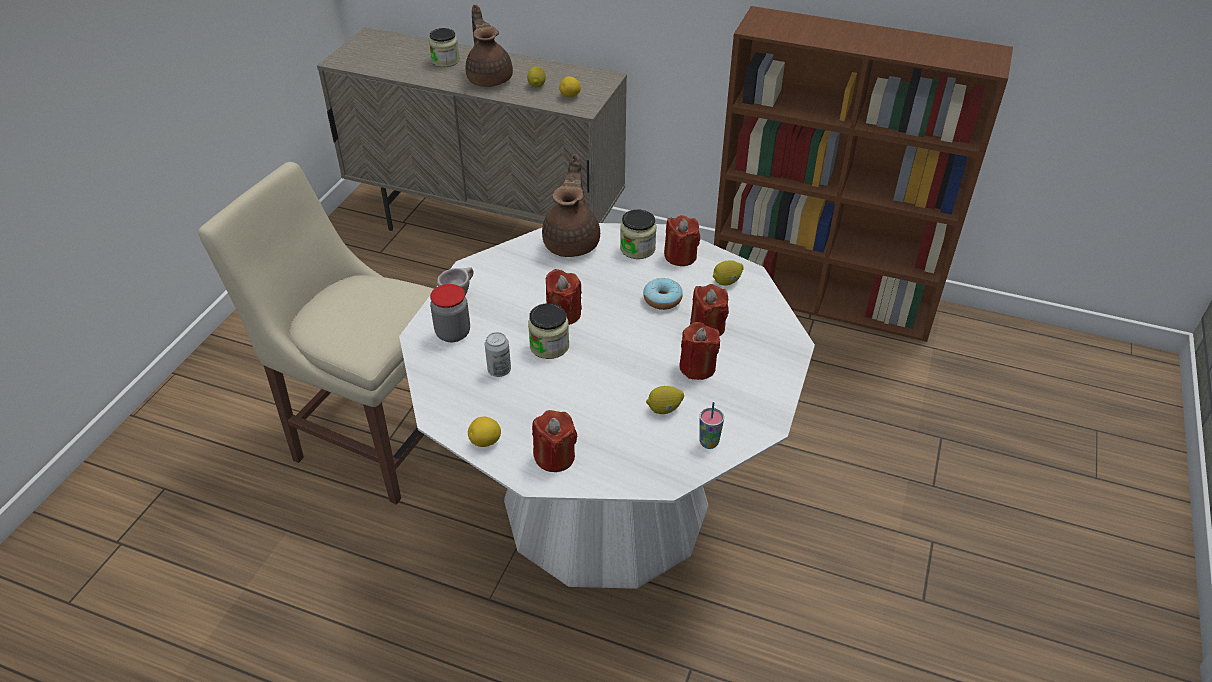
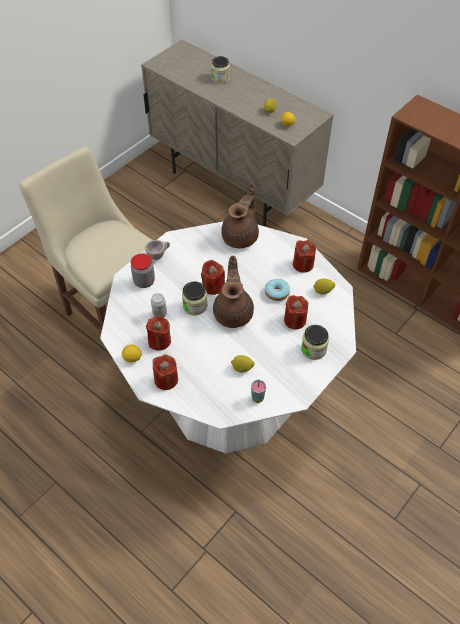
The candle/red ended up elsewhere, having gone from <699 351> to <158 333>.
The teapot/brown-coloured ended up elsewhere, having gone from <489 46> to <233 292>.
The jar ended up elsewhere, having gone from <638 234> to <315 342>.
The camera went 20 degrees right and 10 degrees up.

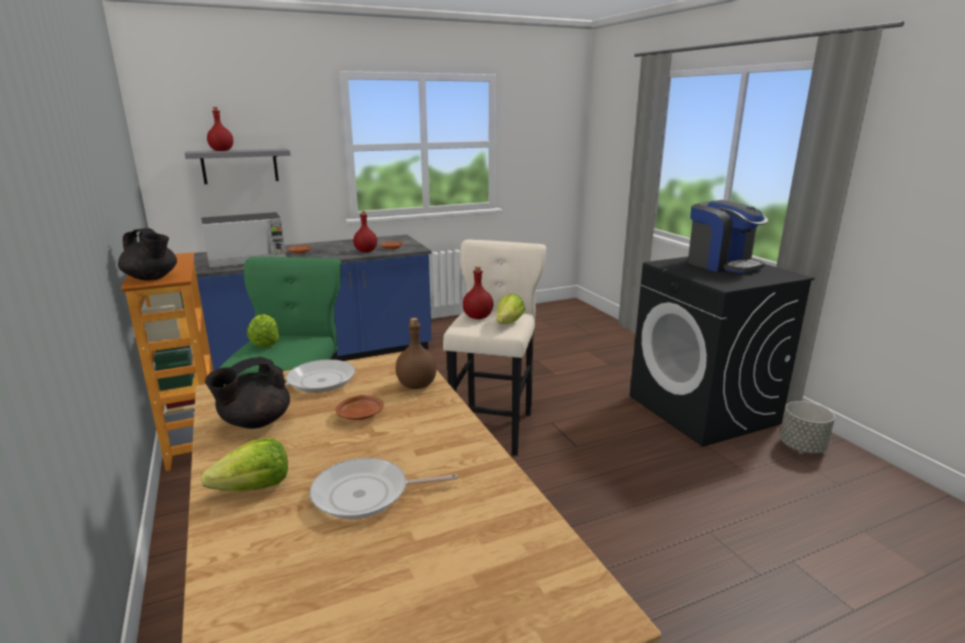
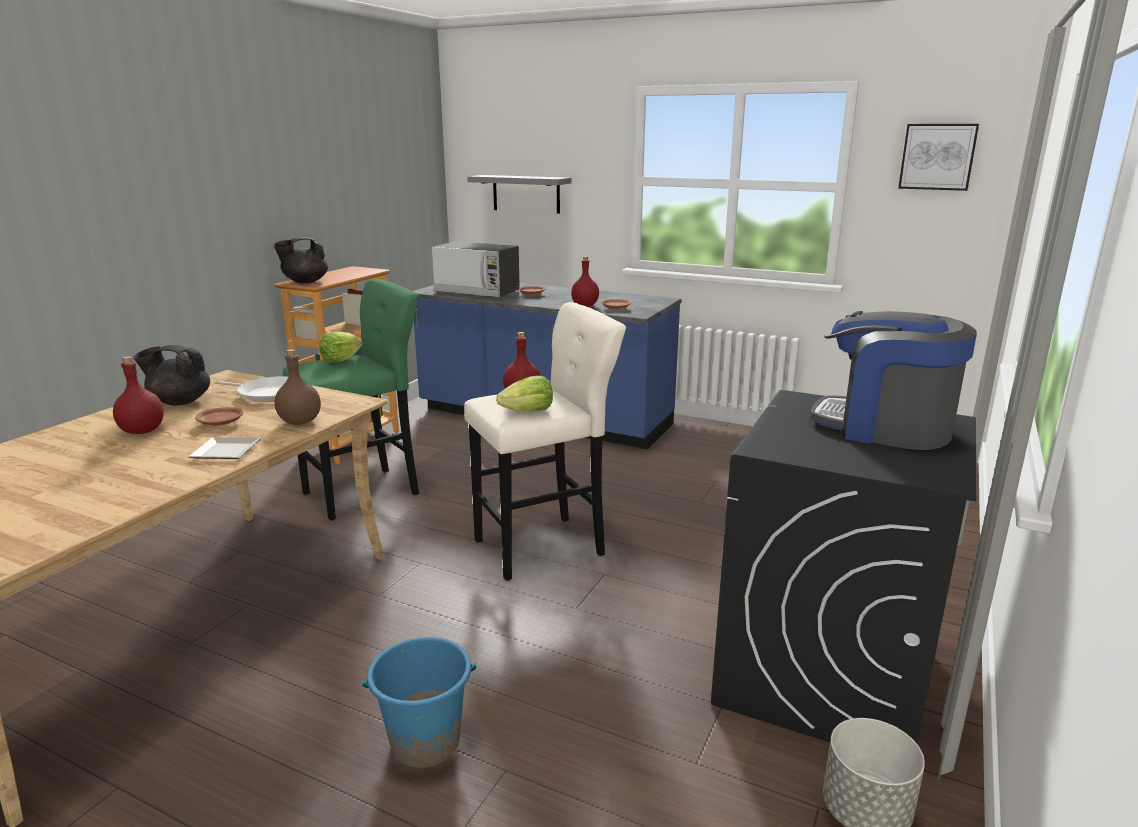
The drink bottle/red ended up elsewhere, having gone from <220 129> to <138 395>.
The second view gained the flat dish at <225 448>.
The teapot/black-coloured at <147 254> ended up facing another way, 60 degrees clockwise from before.
The second view gained the bucket/blue-coloured at <419 702>.
The coffee brewer at <728 236> ended up facing another way, 105 degrees clockwise from before.
The second view gained the wall art at <938 157>.
The second view lost the lettuce at <244 464>.
The second view lost the skillet at <384 489>.
The camera went 50 degrees right and 0 degrees up.

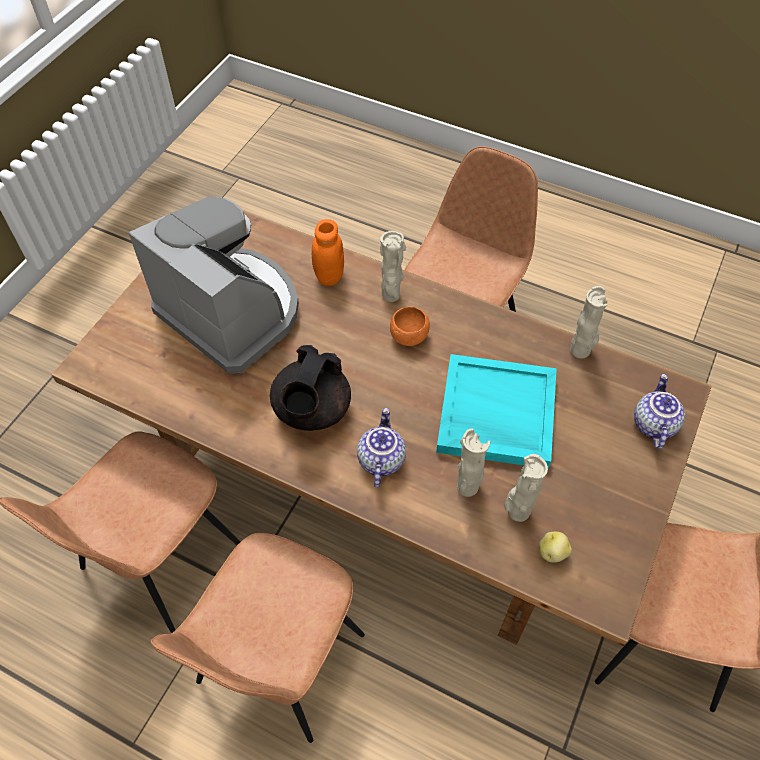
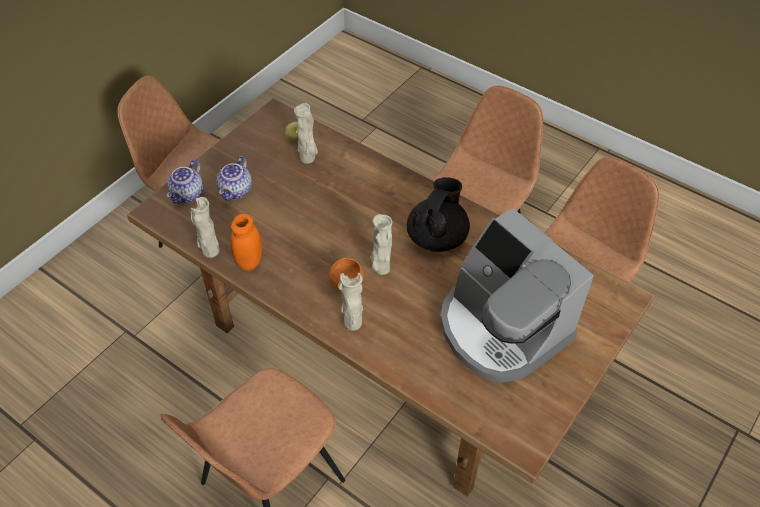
The teapot ended up elsewhere, having gone from <381 447> to <234 178>.
The jar/orange-coloured ended up elsewhere, having gone from <328 252> to <246 242>.
The decorative vase/sand-coloured ended up elsewhere, having gone from <473 462> to <382 244>.
The second view lost the carrying tray/turquoise-coloured at <496 411>.
The camera went 170 degrees left and 5 degrees down.

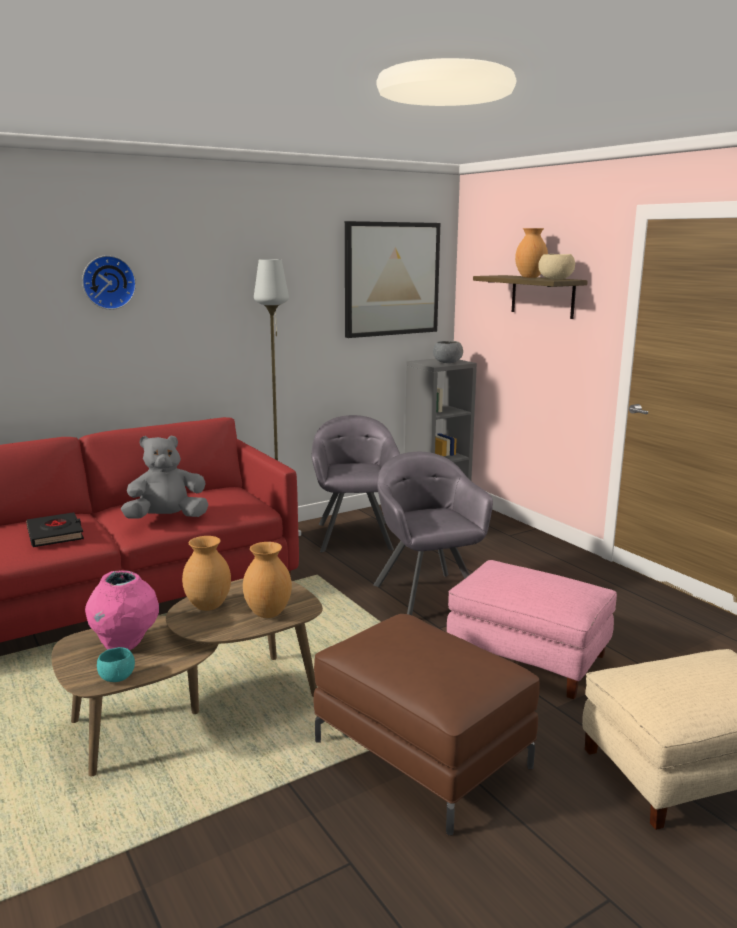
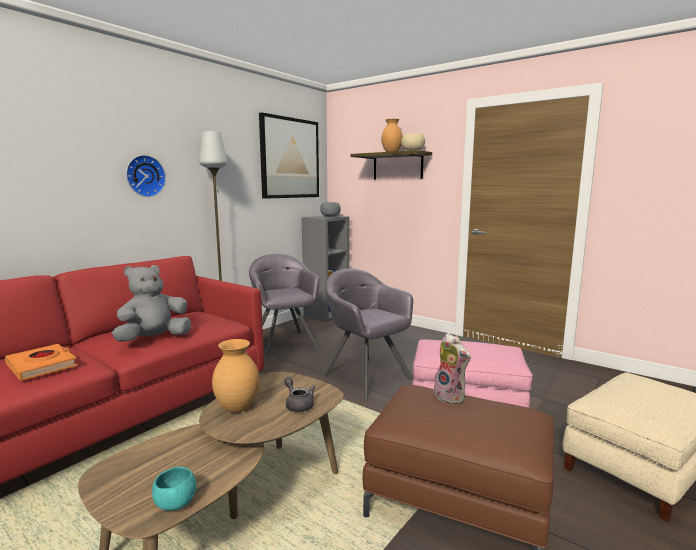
What was the bound book/black-coloured at <55 529> turned into the bound book/orange-coloured at <41 362>.
The wall clock ended up elsewhere, having gone from <109 282> to <146 176>.
Where the decorative vase/brown-coloured stood at <267 580>, the teapot/grey came to stand at <300 394>.
The second view gained the plush toy at <452 368>.
The second view lost the decorative vase/pink-coloured at <122 610>.
The camera went 20 degrees left and 5 degrees down.

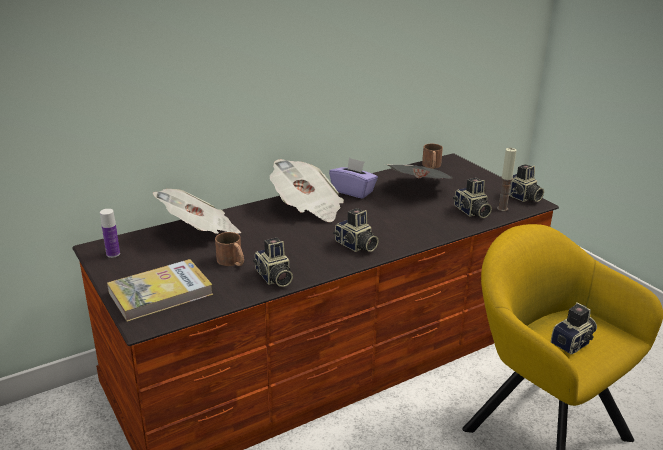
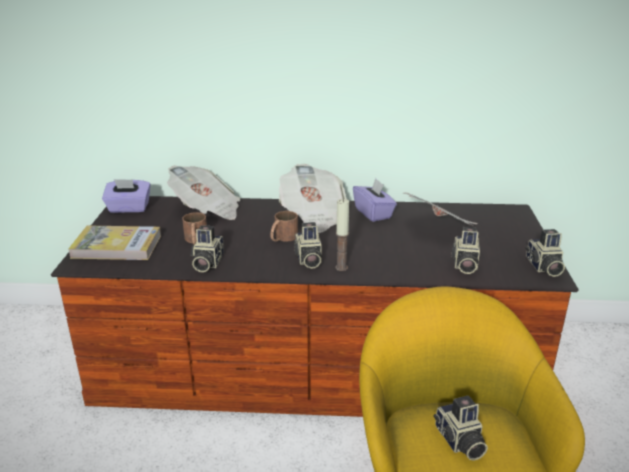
Where the drink bottle stood at <110 233>, the tissue holder/purple-coloured came to stand at <126 196>.
The coffee mug/brown-coloured ended up elsewhere, having gone from <432 156> to <284 226>.
The candle ended up elsewhere, having gone from <507 179> to <342 235>.
The photo camera at <574 328> ended up facing another way, 75 degrees clockwise from before.
The camera went 35 degrees right and 0 degrees up.

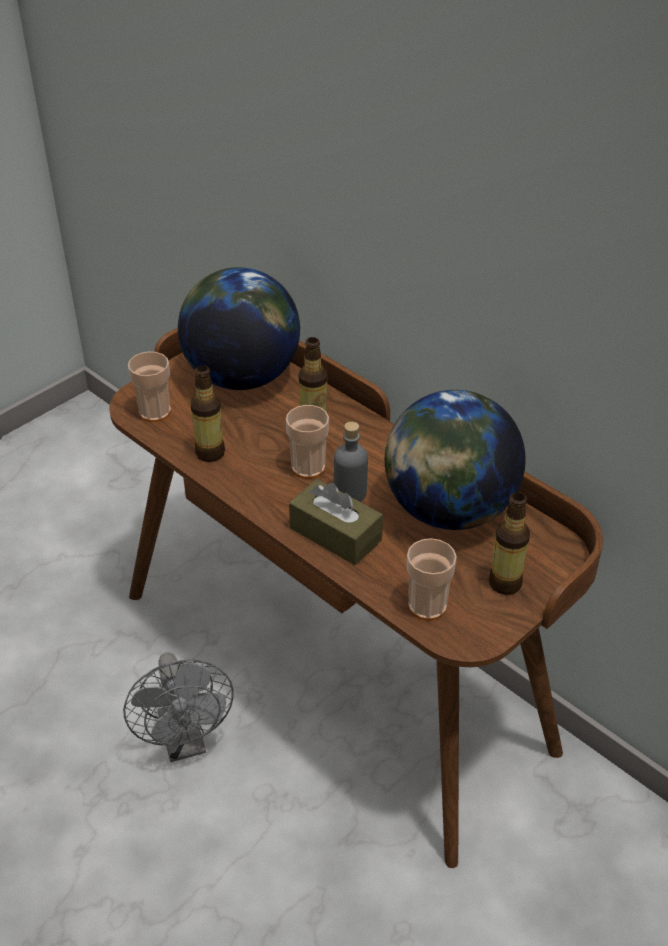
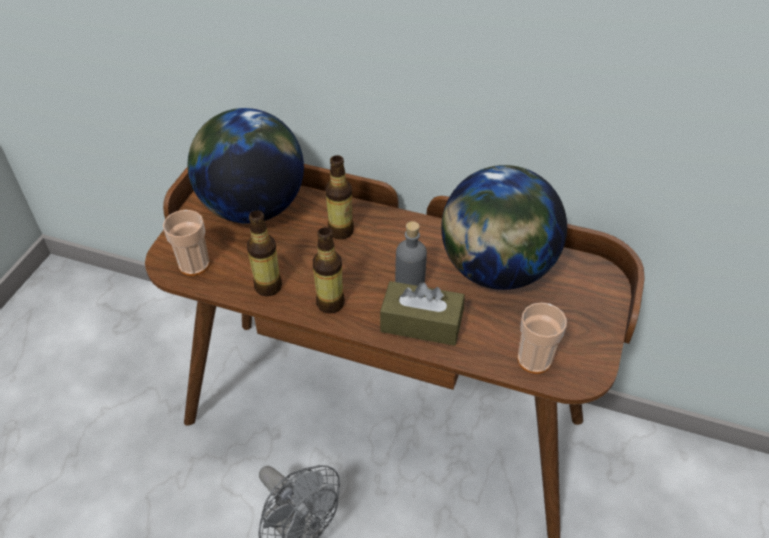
The drink bottle ended up elsewhere, having gone from <509 543> to <329 270>.
The second view lost the drinking cup at <307 442>.
The camera went 25 degrees left and 5 degrees up.

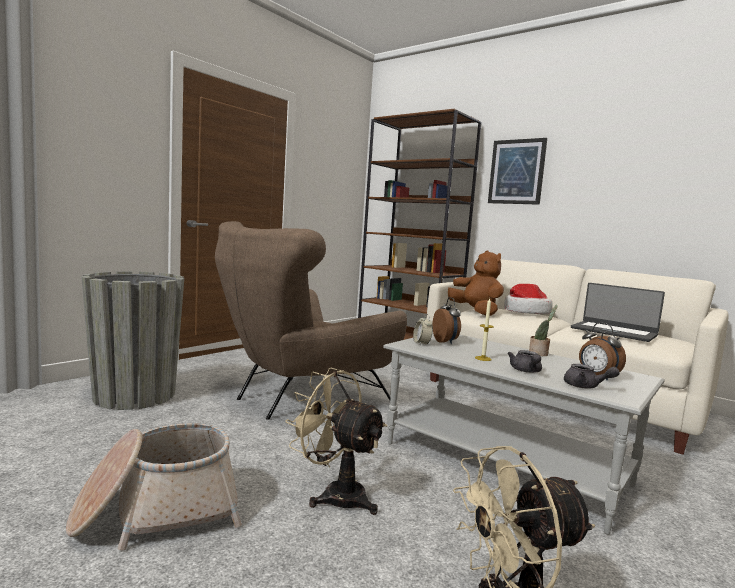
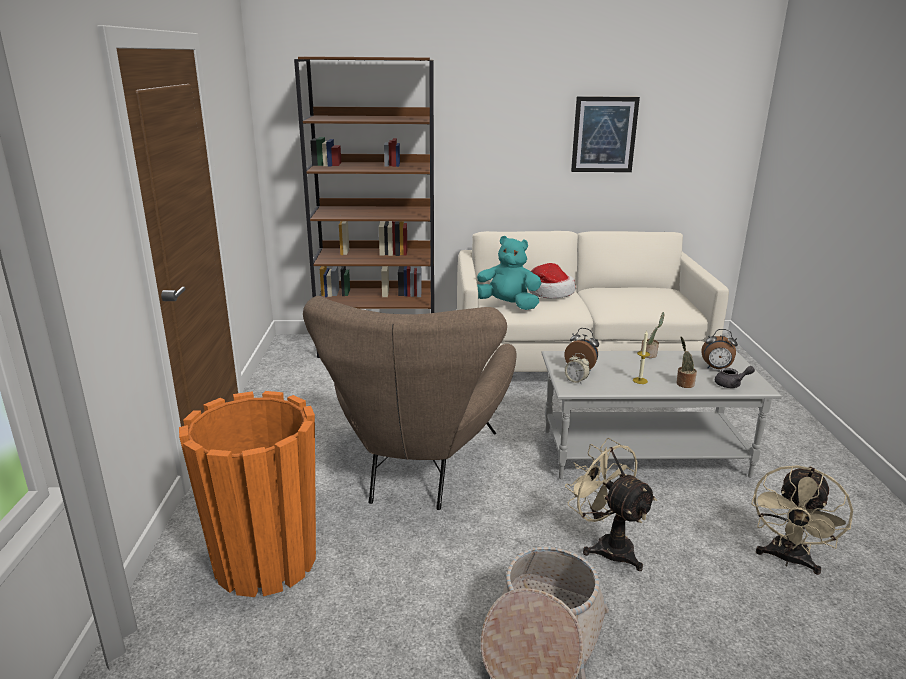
What was the plant pot/grey at <132 340> turned into the plant pot/orange-coloured at <247 494>.
What was the plush toy/brown-coloured at <476 283> turned into the plush toy/turquoise-coloured at <509 273>.
The cooling fan/sand-coloured at <336 441> ended up facing another way, 60 degrees clockwise from before.
The wall art ended up elsewhere, having gone from <517 171> to <605 134>.
Where the teapot/grey stood at <524 361>, the potted plant came to stand at <686 362>.
The second view lost the notebook computer at <618 312>.
The camera went 40 degrees left and 15 degrees up.

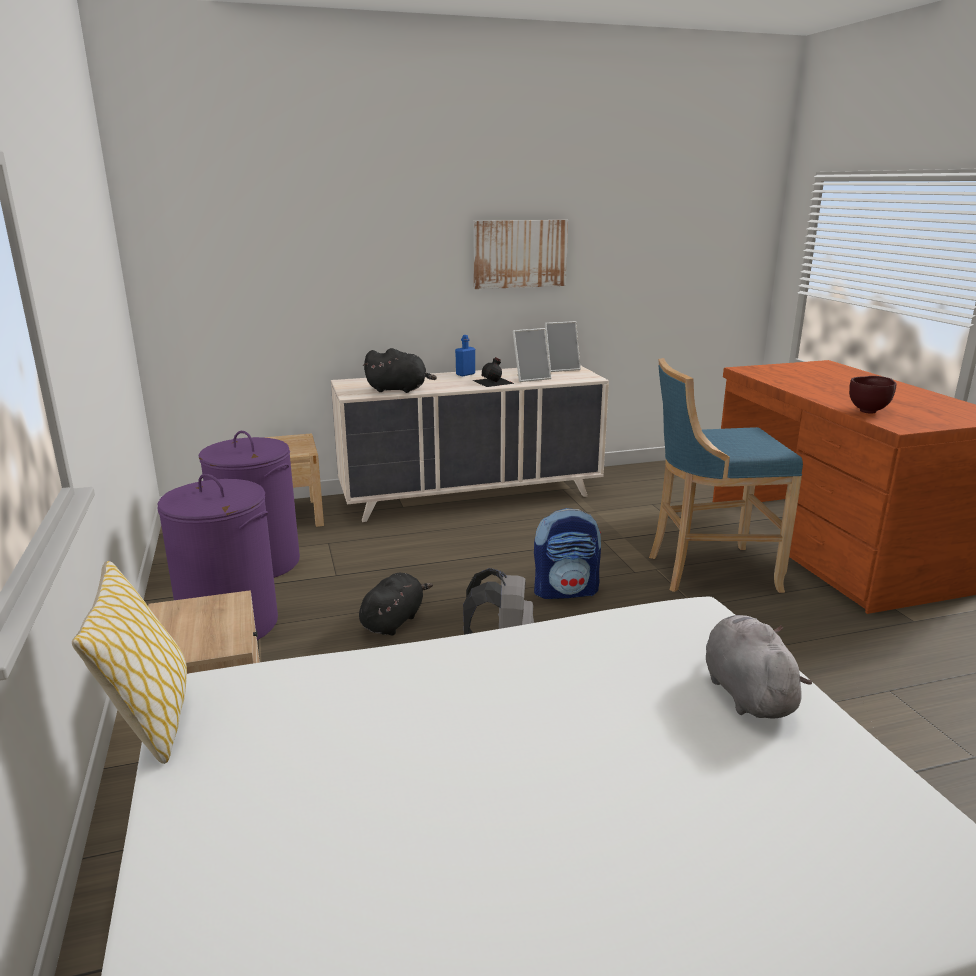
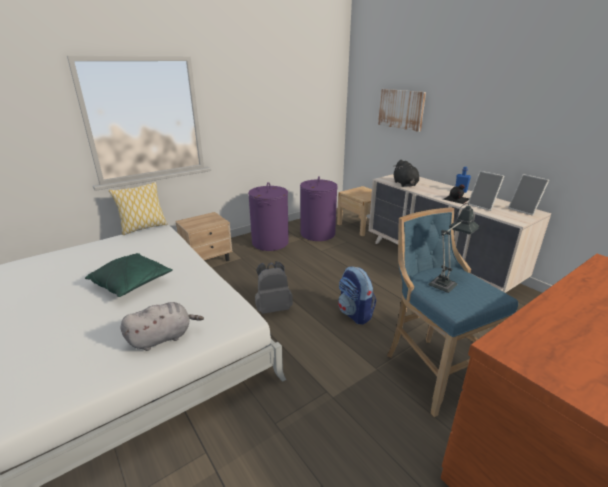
The second view gained the throw pillow/green at <129 275>.
The wall art ended up elsewhere, having gone from <520 254> to <402 110>.
The second view gained the lamp for a table at <454 248>.
The second view lost the plush toy/black-coloured at <396 604>.
The second view lost the deep dish/brown-coloured at <872 395>.
The camera went 70 degrees right and 5 degrees up.

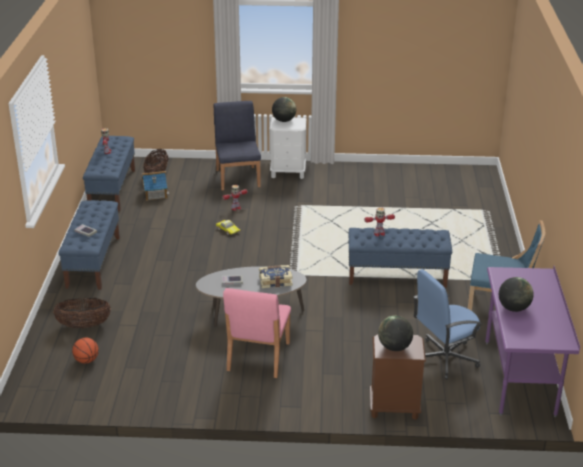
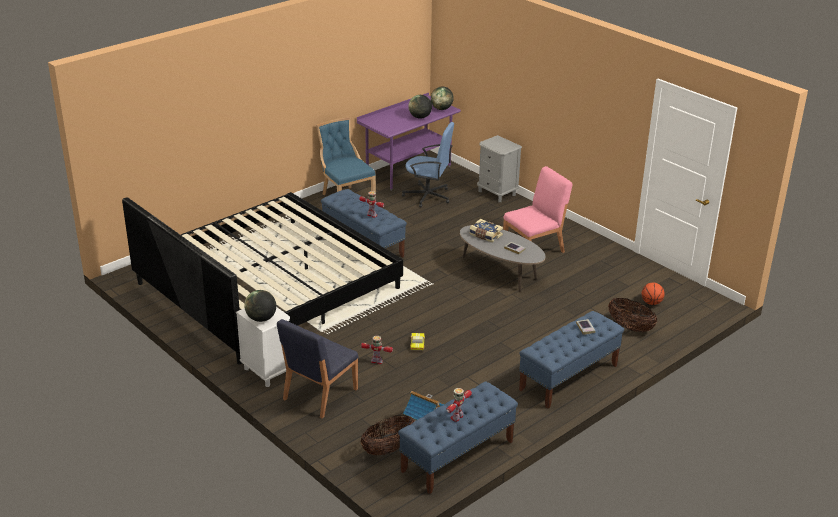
The second view gained the bedroom bed at <262 278>.
The globe ended up elsewhere, having gone from <395 333> to <442 98>.
What was the night table/brown-coloured at <398 377> turned into the night table/grey at <499 168>.
The camera went 135 degrees left and 0 degrees up.

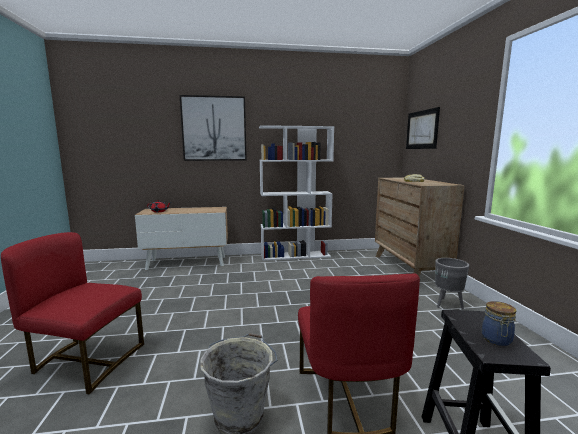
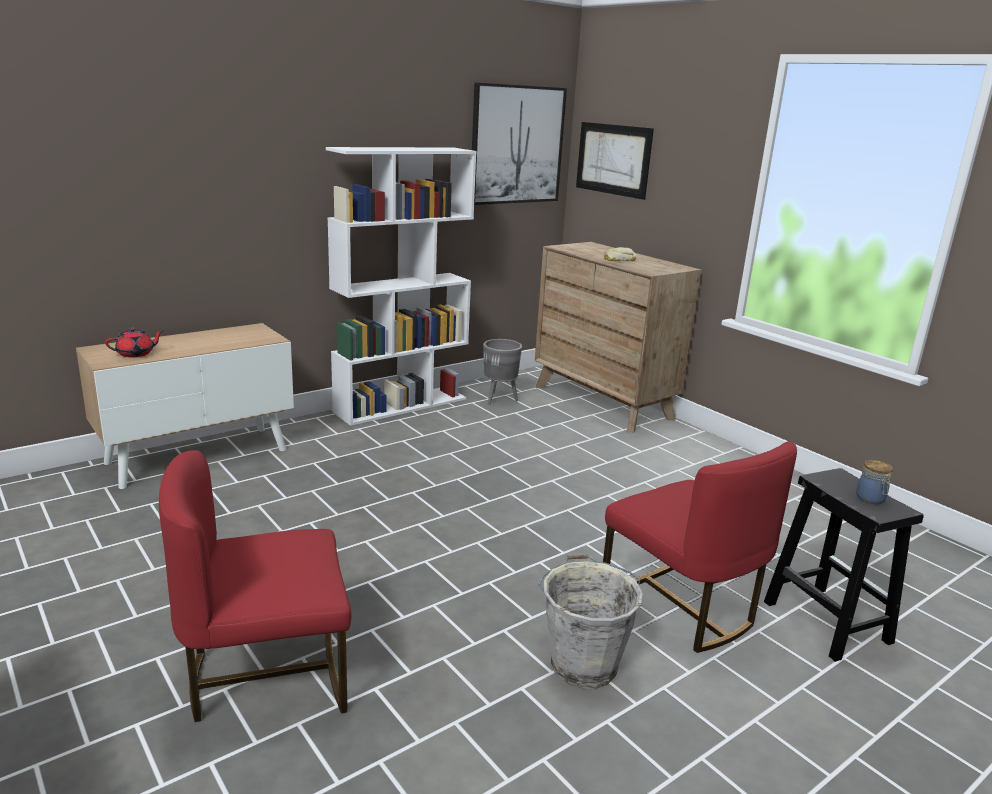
The wall art ended up elsewhere, having gone from <213 128> to <519 143>.
The plant pot/grey ended up elsewhere, having gone from <452 283> to <502 371>.
The camera went 30 degrees left and 10 degrees up.

